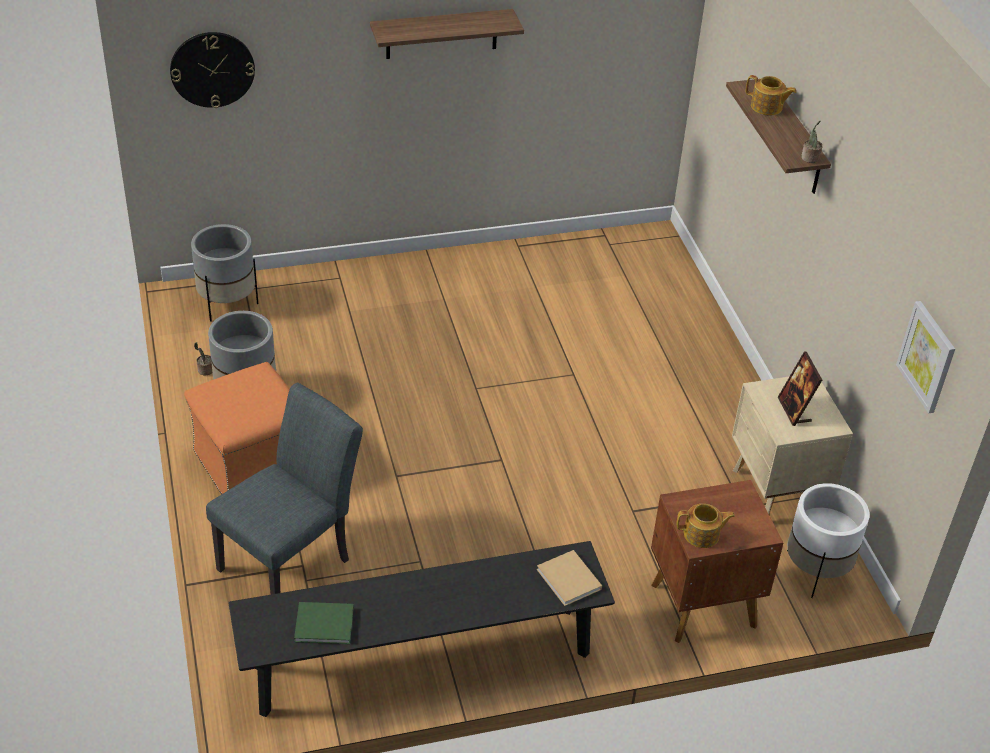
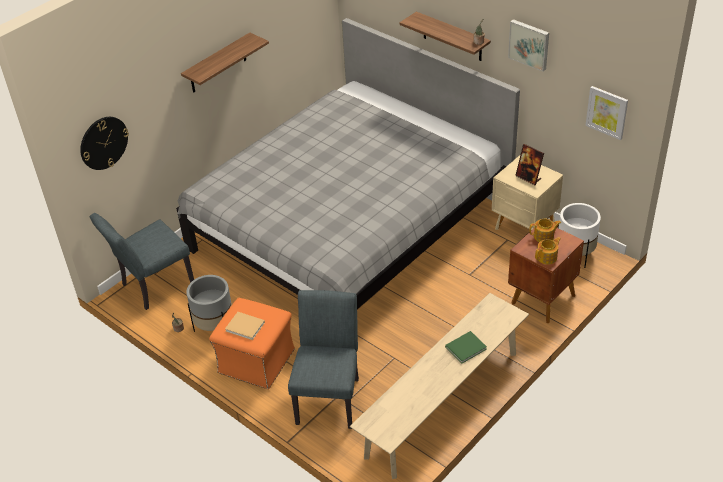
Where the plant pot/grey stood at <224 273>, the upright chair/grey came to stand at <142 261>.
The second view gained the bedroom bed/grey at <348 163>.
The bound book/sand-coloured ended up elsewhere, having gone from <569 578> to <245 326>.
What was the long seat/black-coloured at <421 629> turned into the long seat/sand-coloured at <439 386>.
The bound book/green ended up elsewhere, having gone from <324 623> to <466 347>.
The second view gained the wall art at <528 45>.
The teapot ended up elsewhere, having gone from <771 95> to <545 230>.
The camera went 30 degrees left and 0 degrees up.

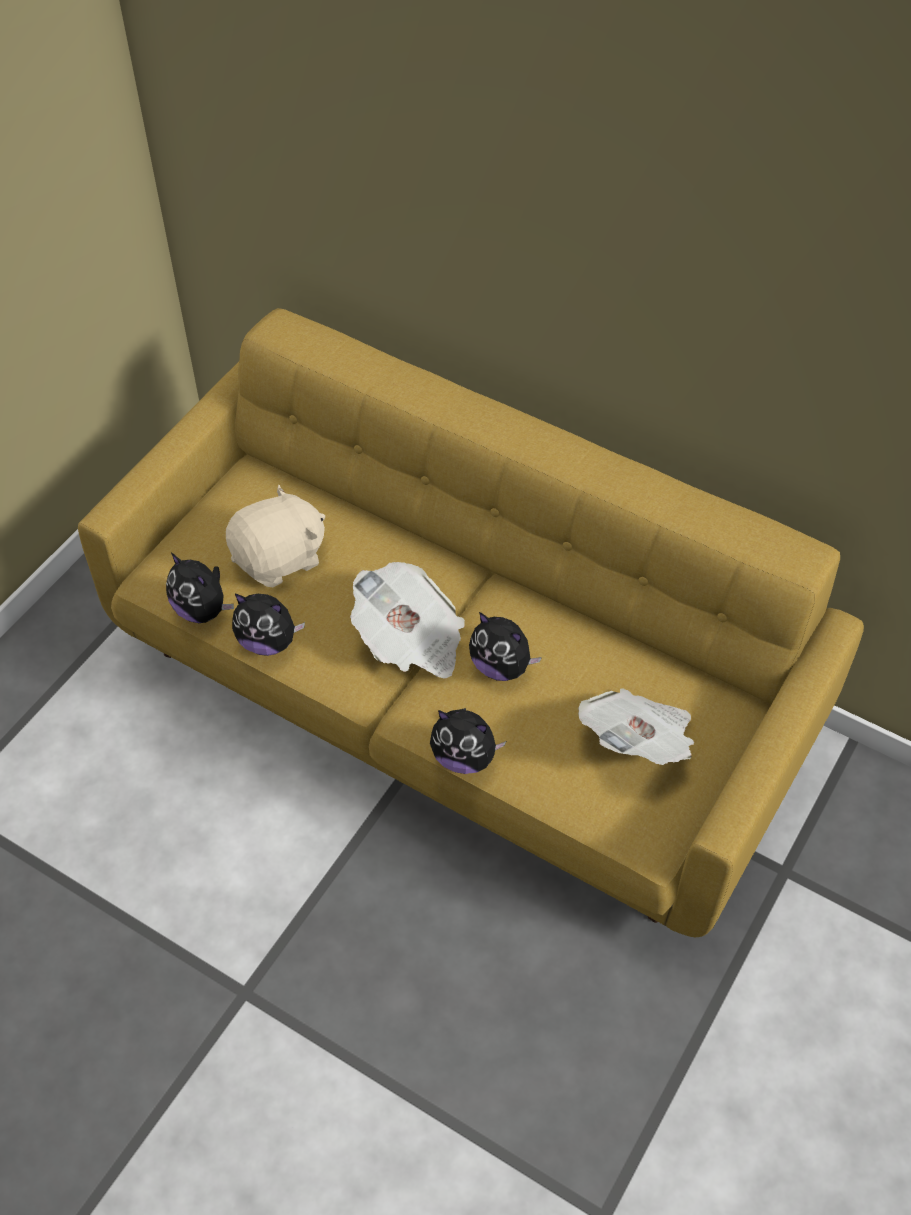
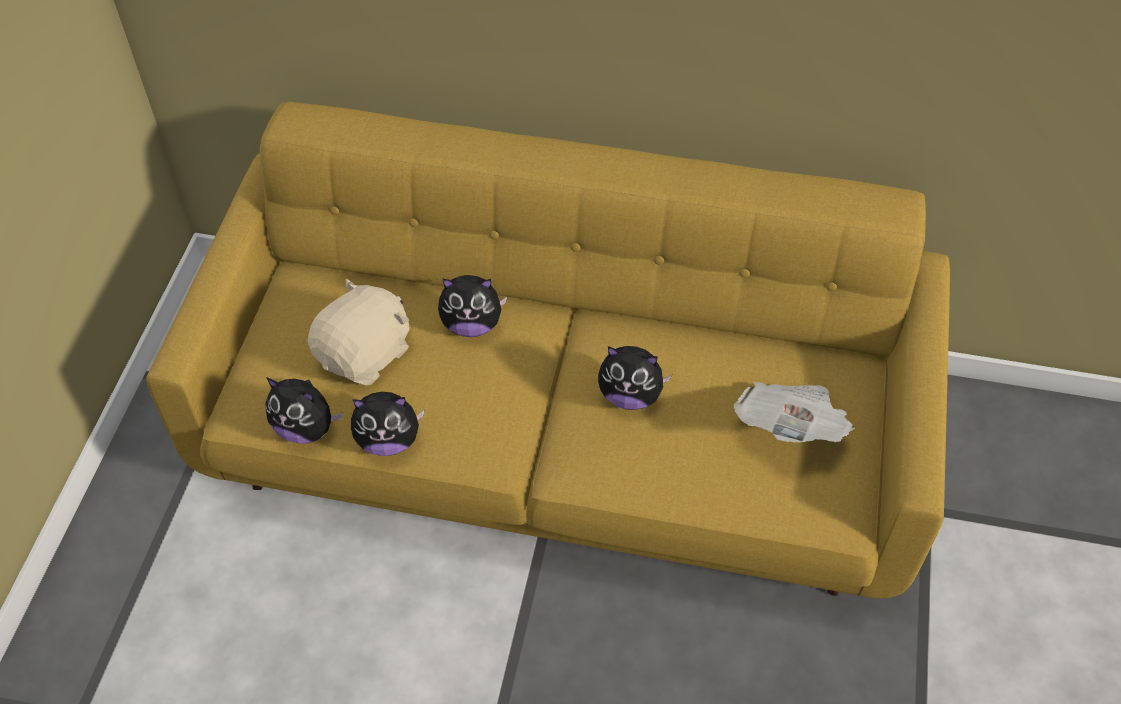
The plush toy ended up elsewhere, having gone from <468 741> to <472 306>.
The second view lost the newspaper at <407 620>.
The camera went 20 degrees left and 0 degrees up.

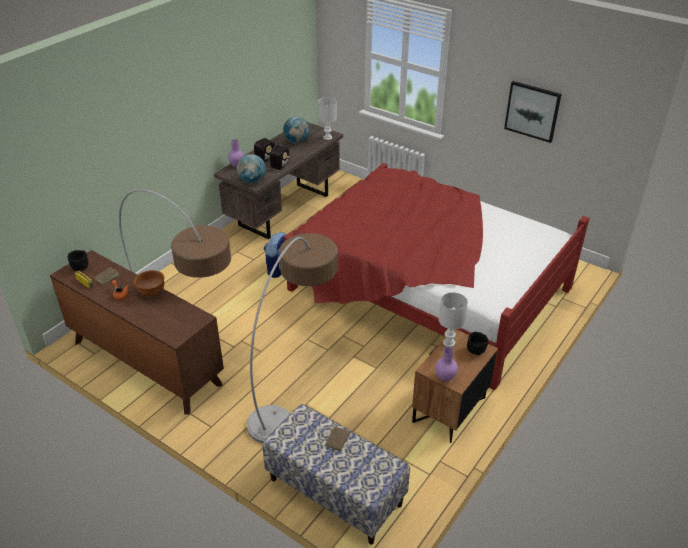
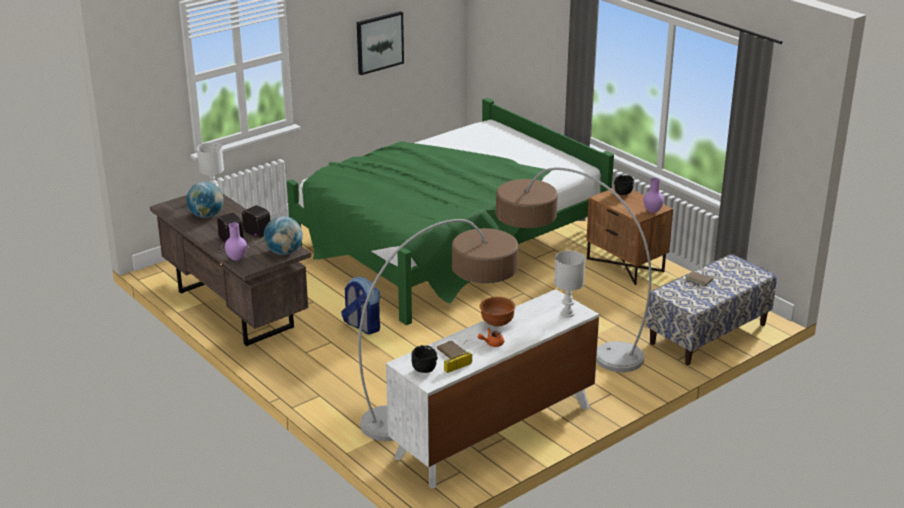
What was the bedroom bed/red at <436 276> turned into the bedroom bed/green at <450 211>.
What was the drawer chest/brown-coloured at <137 332> turned into the drawer chest/whitish at <492 388>.
The lamp for a table/whitish ended up elsewhere, having gone from <453 319> to <569 284>.
The camera went 75 degrees left and 10 degrees down.

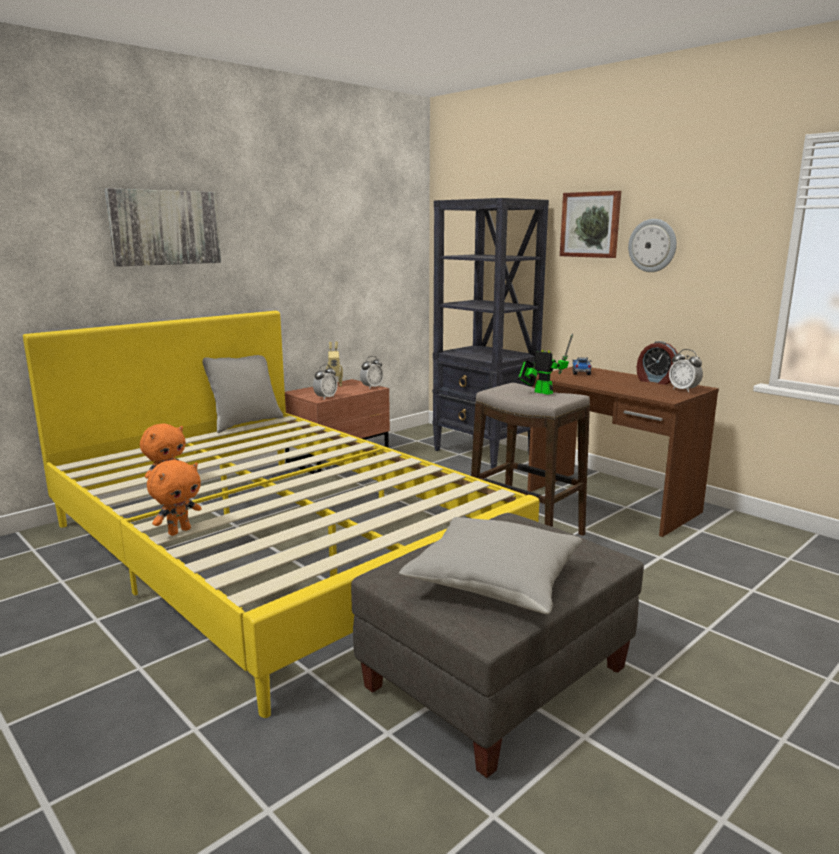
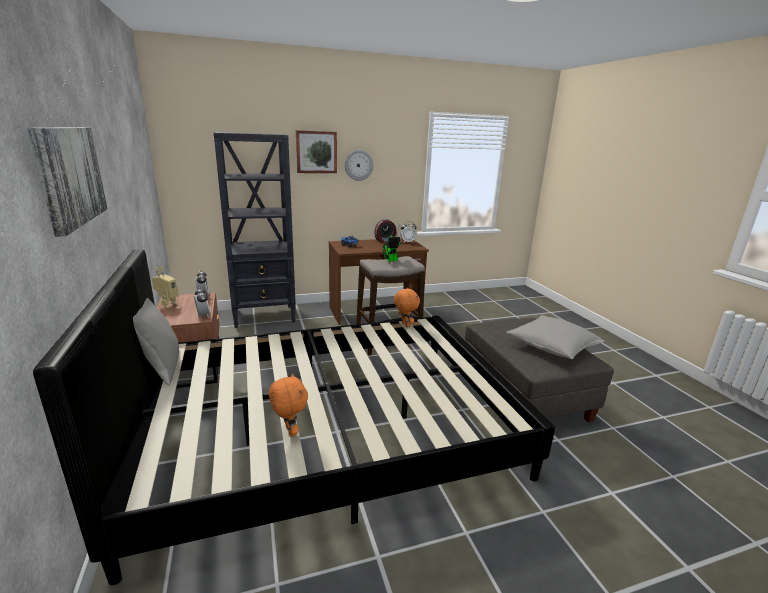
What was the bedroom bed/yellowish at <281 514> turned into the bedroom bed/black-coloured at <294 417>.
The plush toy/orange-coloured ended up elsewhere, having gone from <174 498> to <407 308>.
The camera went 65 degrees left and 5 degrees up.

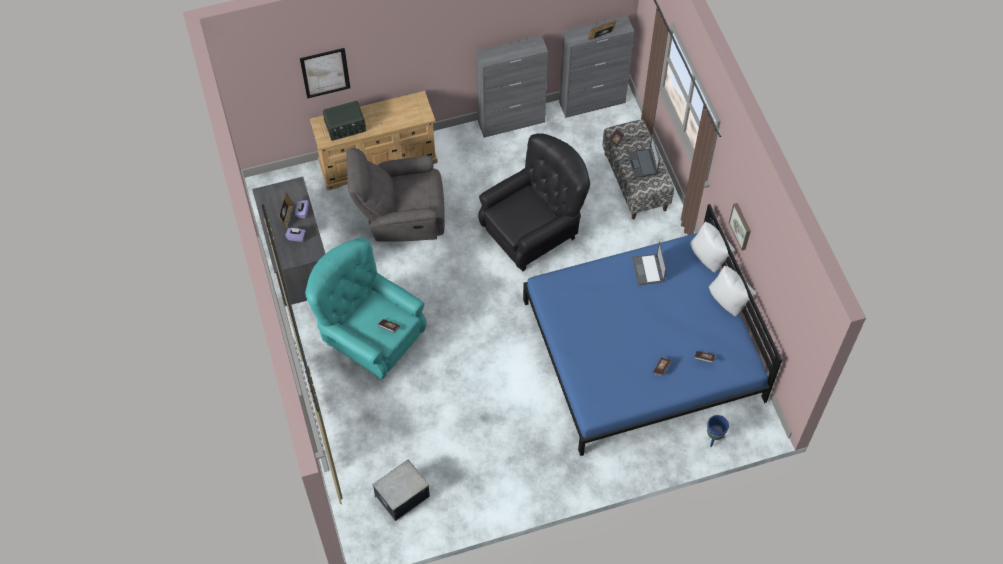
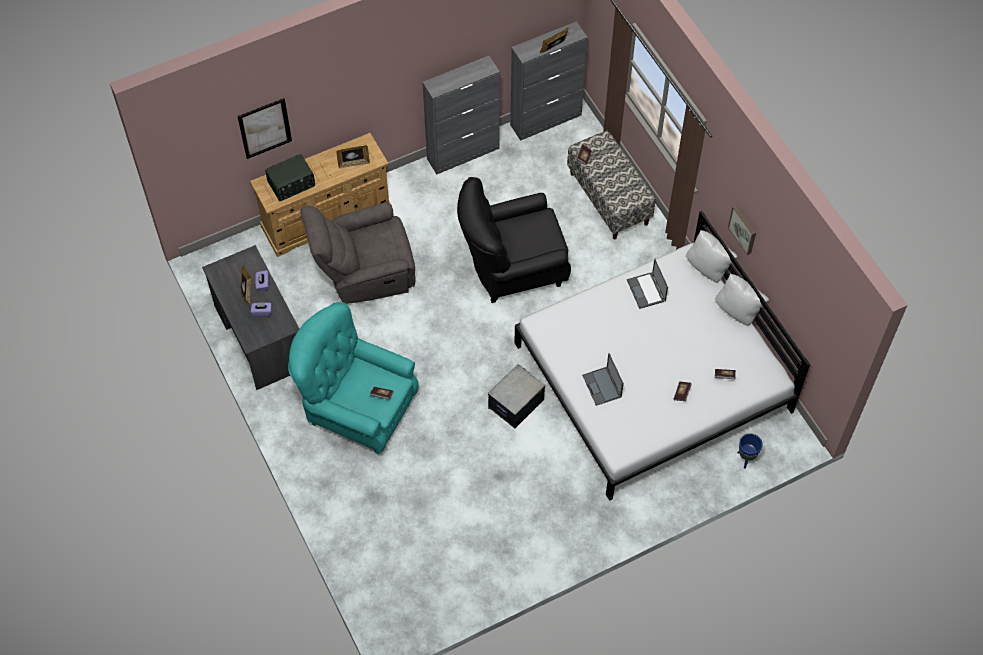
The second view gained the standing frame at <353 156>.
The easy chair/black-coloured at <534 202> ended up facing another way, 150 degrees counterclockwise from before.
The storage container ended up elsewhere, having gone from <401 490> to <516 396>.
What was the bedroom bed/blue-coloured at <652 330> turned into the bedroom bed/whitish at <662 356>.
The notebook computer ended up elsewhere, having gone from <644 156> to <603 379>.
The camera went 10 degrees left and 0 degrees up.

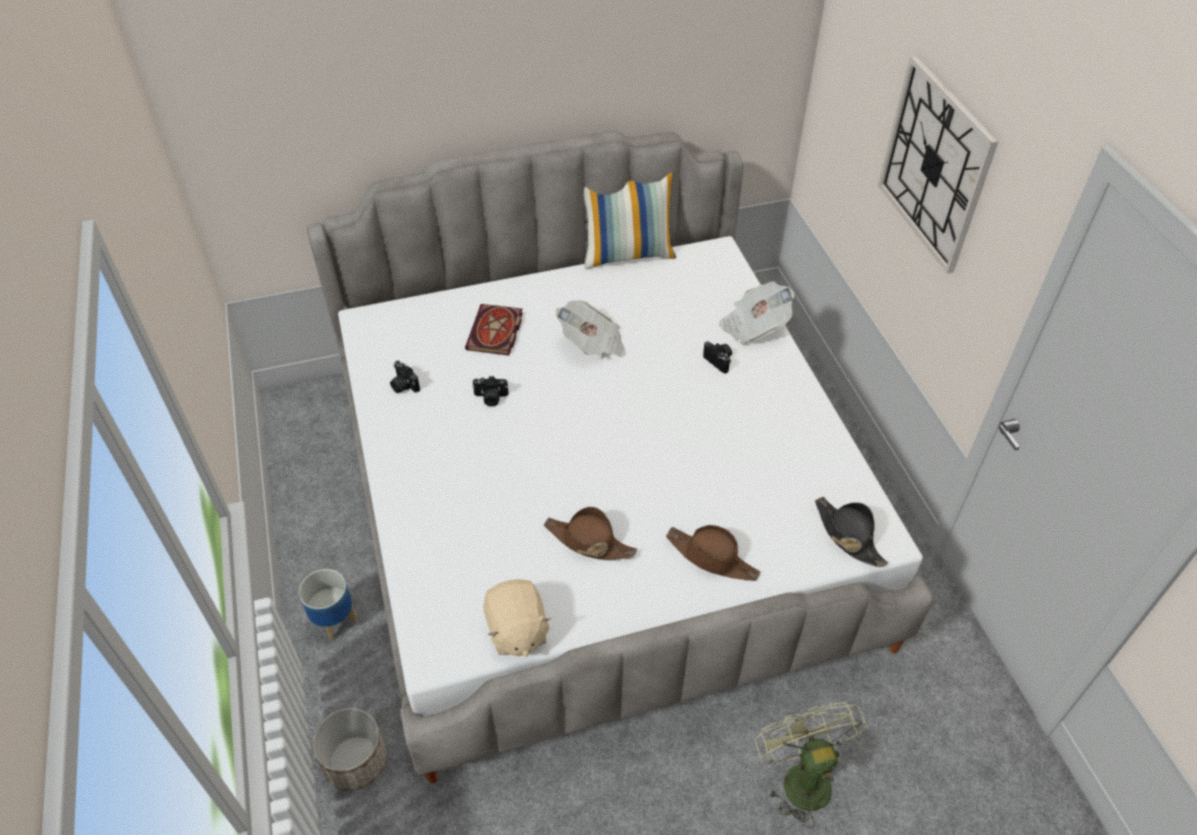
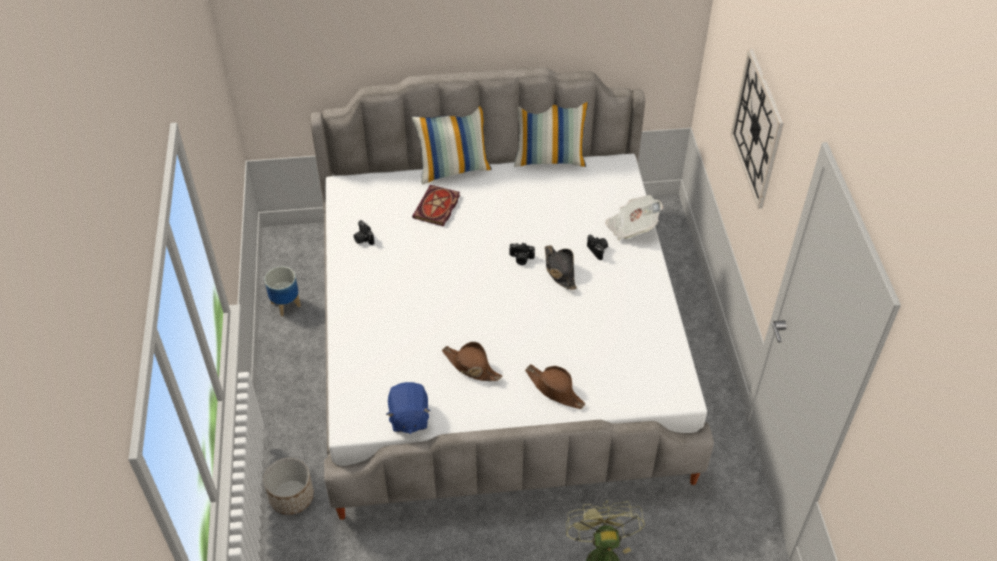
The plant pot ended up elsewhere, having gone from <328 605> to <282 291>.
What was the plush toy/sand-coloured at <517 618> turned into the plush toy/blue-coloured at <408 408>.
The second view gained the throw pillow at <452 145>.
The photo camera ended up elsewhere, having gone from <490 391> to <522 254>.
The wearable hat/black-coloured ended up elsewhere, having gone from <851 532> to <561 267>.
The second view lost the newspaper at <591 328>.
The camera went 10 degrees right and 0 degrees up.

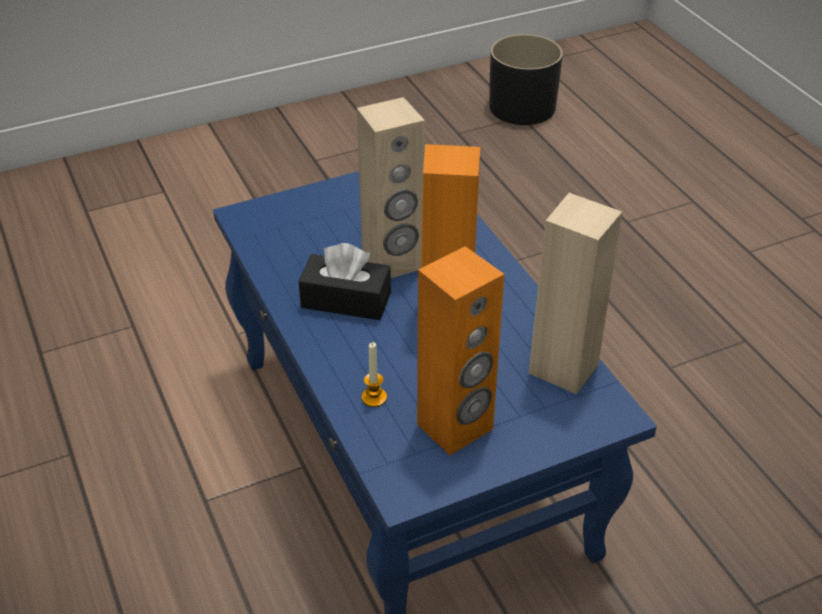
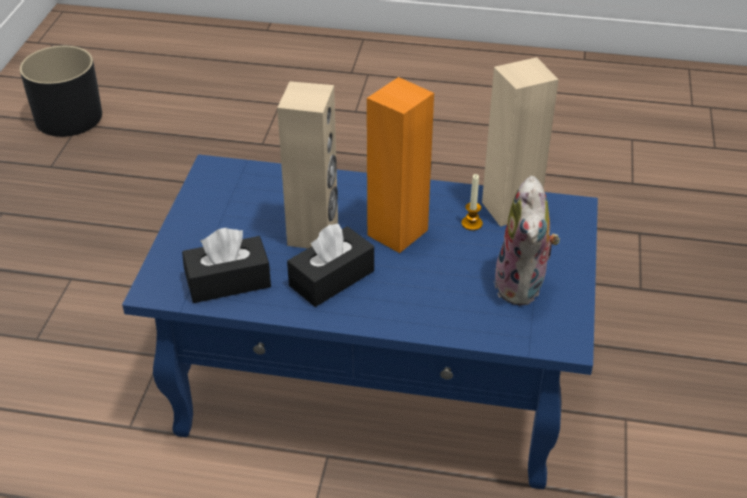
The second view gained the tissue holder/black-coloured at <226 265>.
The candle ended up elsewhere, having gone from <374 374> to <472 202>.
Where the loudspeaker/orange-coloured stood at <460 350>, the plush toy came to stand at <527 241>.
The camera went 55 degrees left and 0 degrees up.

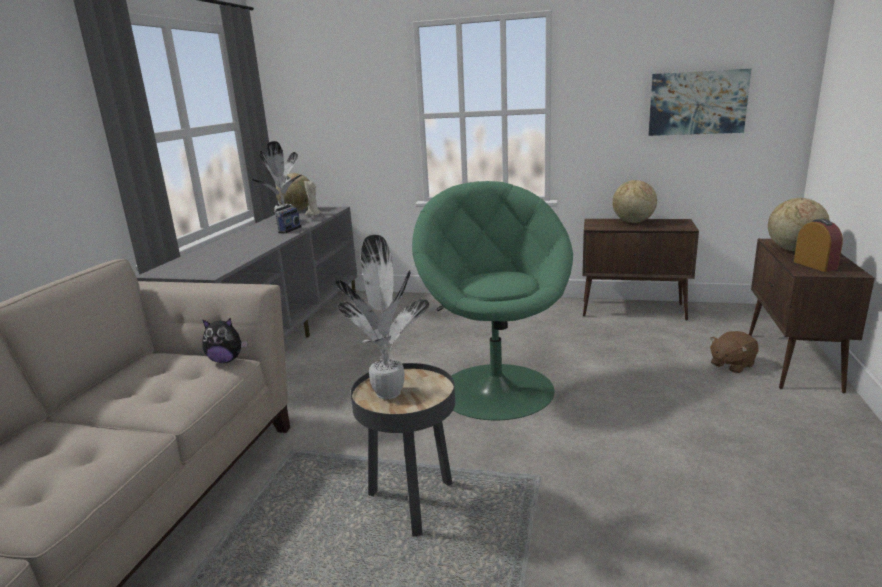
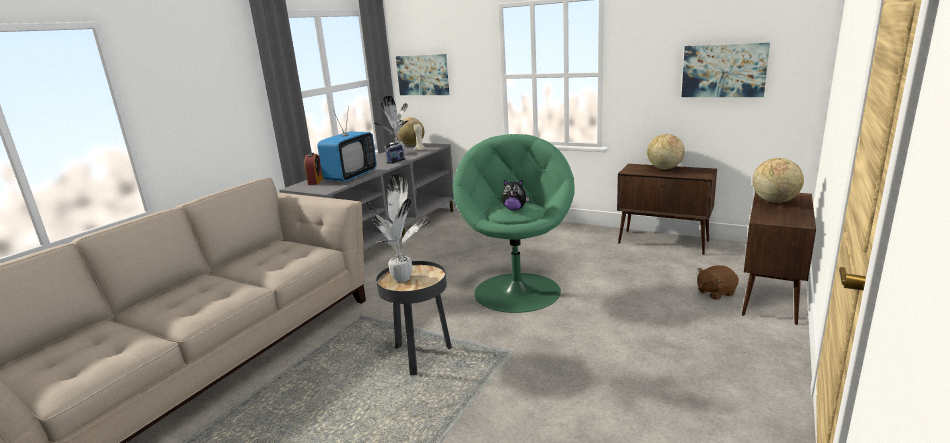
The alarm clock ended up elsewhere, having gone from <818 245> to <314 169>.
The second view gained the television at <347 143>.
The second view gained the wall art at <422 74>.
The plush toy ended up elsewhere, having gone from <224 340> to <515 195>.
The camera went 15 degrees right and 0 degrees up.

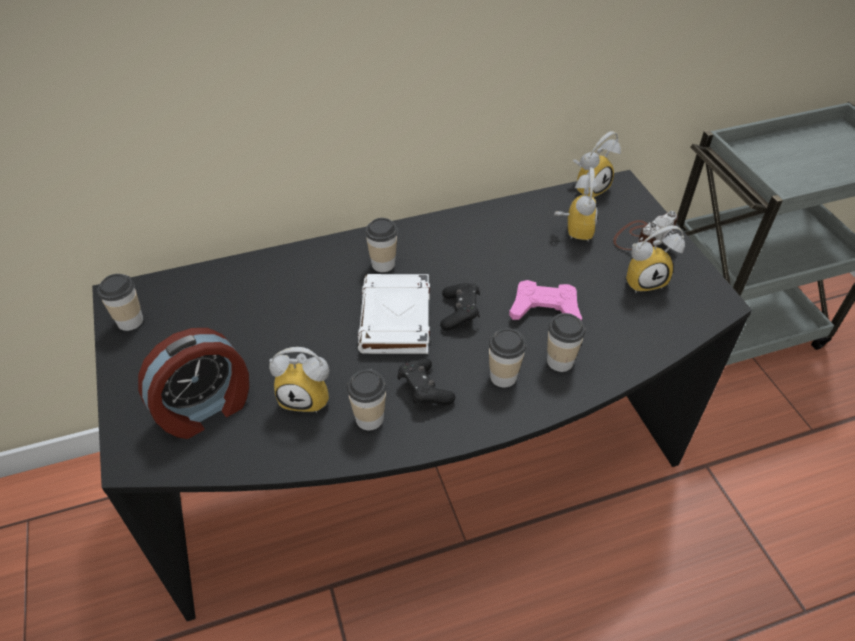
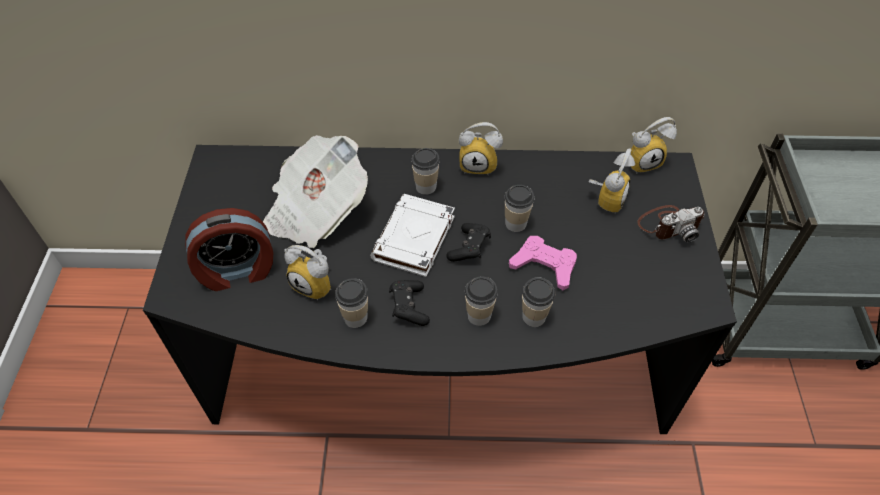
The second view gained the newspaper at <315 191>.
The alarm clock ended up elsewhere, having gone from <655 259> to <481 148>.
The drinking cup ended up elsewhere, having gone from <120 302> to <519 208>.
The camera went 20 degrees right and 5 degrees up.

